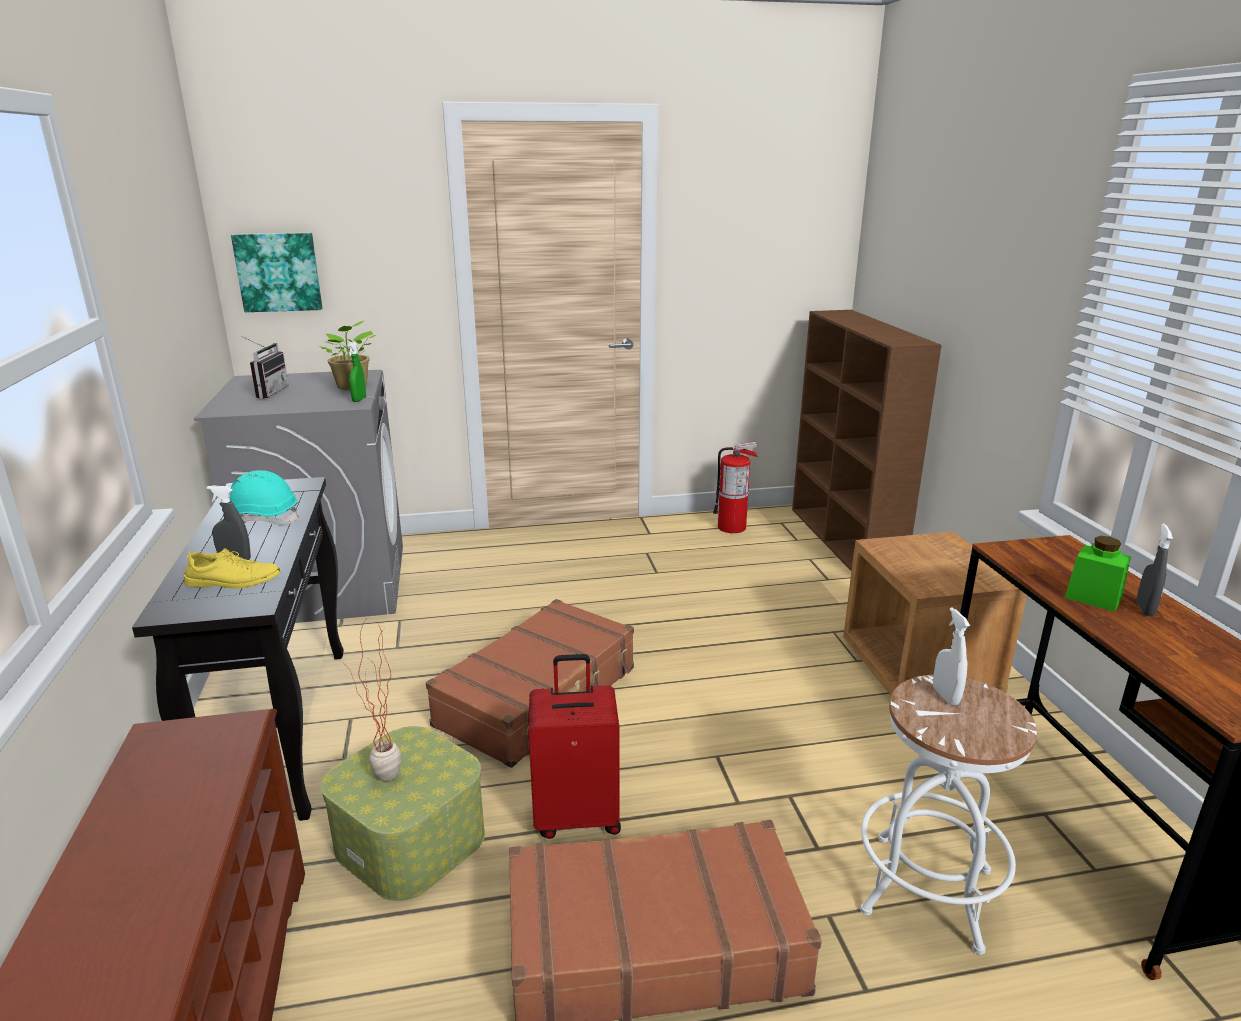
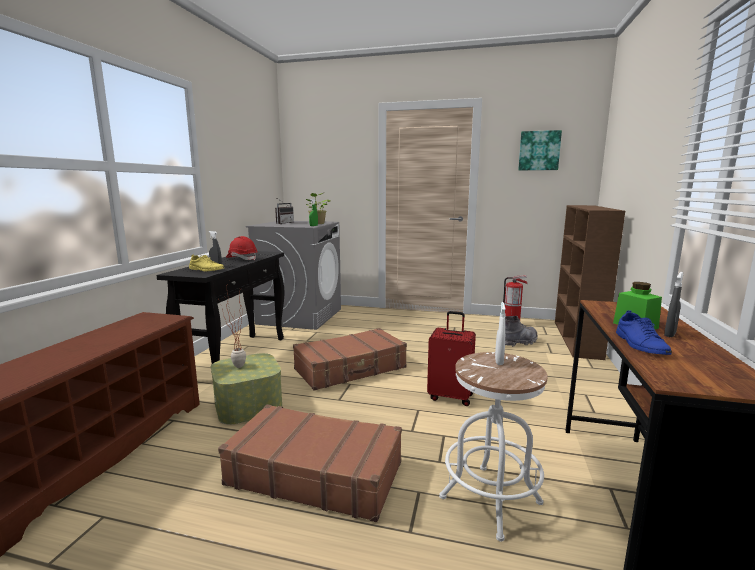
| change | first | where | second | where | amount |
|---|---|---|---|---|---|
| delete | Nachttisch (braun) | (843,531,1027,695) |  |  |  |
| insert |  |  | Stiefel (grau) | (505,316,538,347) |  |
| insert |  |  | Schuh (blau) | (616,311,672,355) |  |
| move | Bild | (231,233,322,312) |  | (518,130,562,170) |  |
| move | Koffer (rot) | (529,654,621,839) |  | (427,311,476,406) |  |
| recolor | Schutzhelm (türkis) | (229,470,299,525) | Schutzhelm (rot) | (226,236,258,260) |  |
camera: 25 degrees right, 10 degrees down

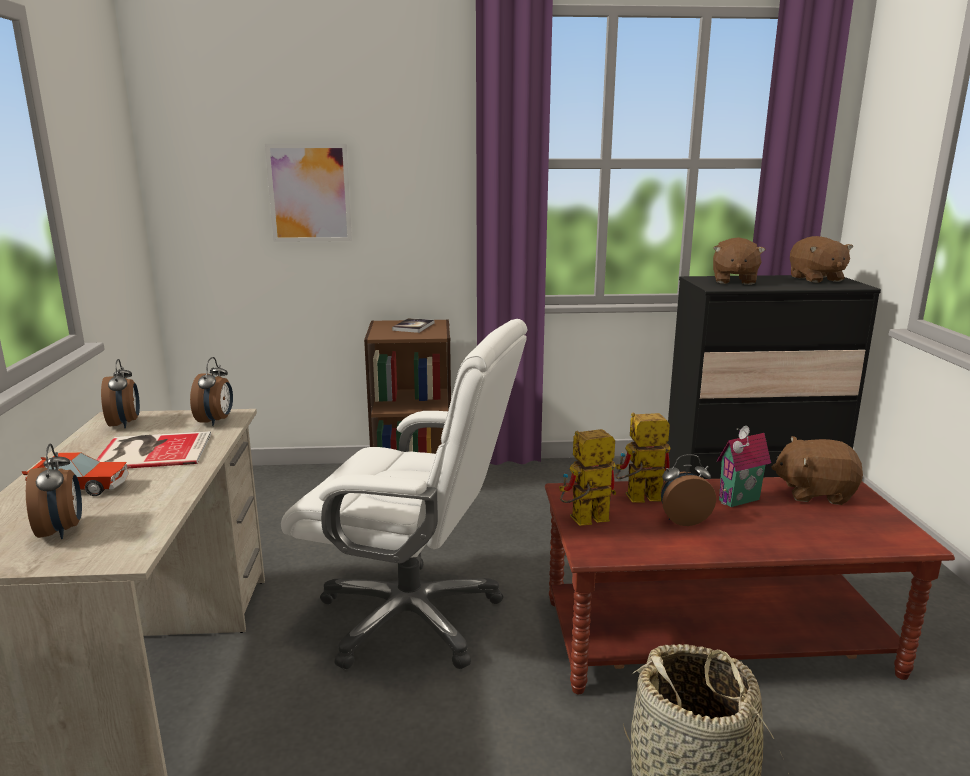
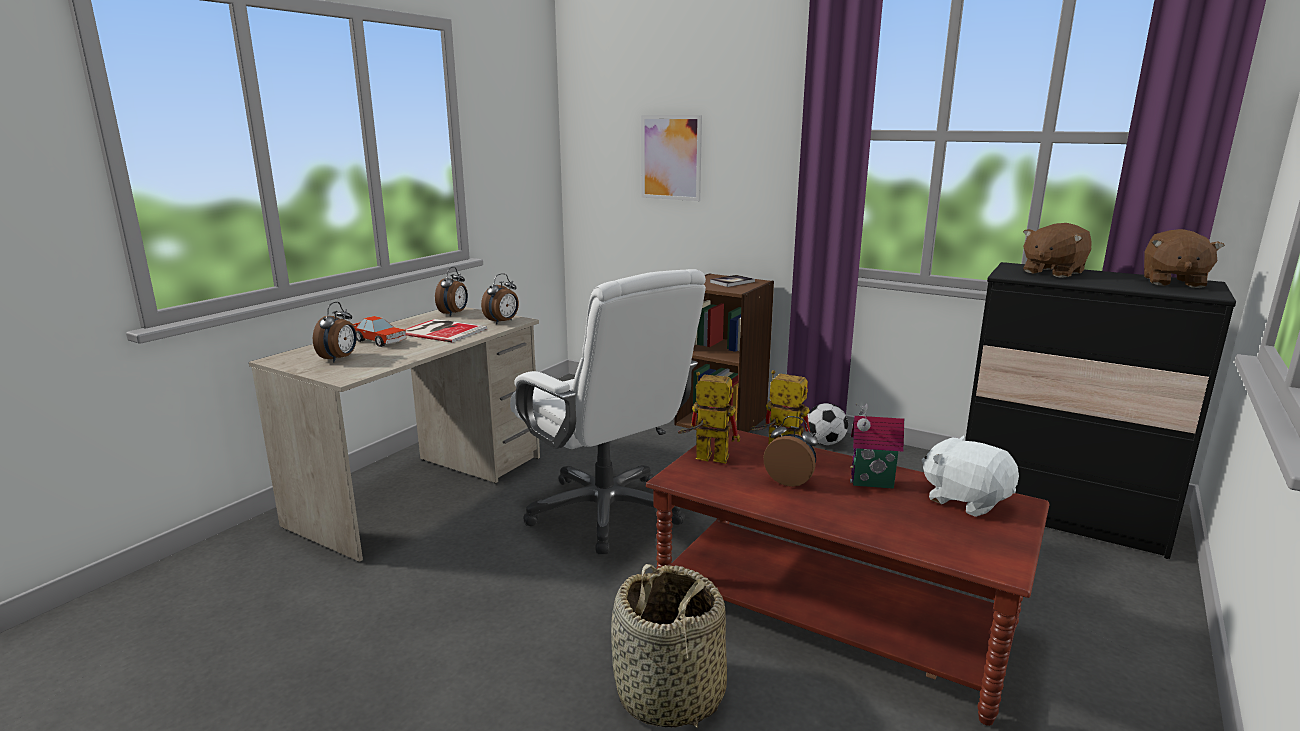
| change | first | where | second | where | amount |
|---|---|---|---|---|---|
| insert |  |  | Fußball | (808,403,848,445) |  |
| recolor | Plüschtier (braun) | (772,436,863,505) | Plüschtier (weiß) | (922,435,1019,517) |  |
camera: 35 degrees right, 0 degrees up

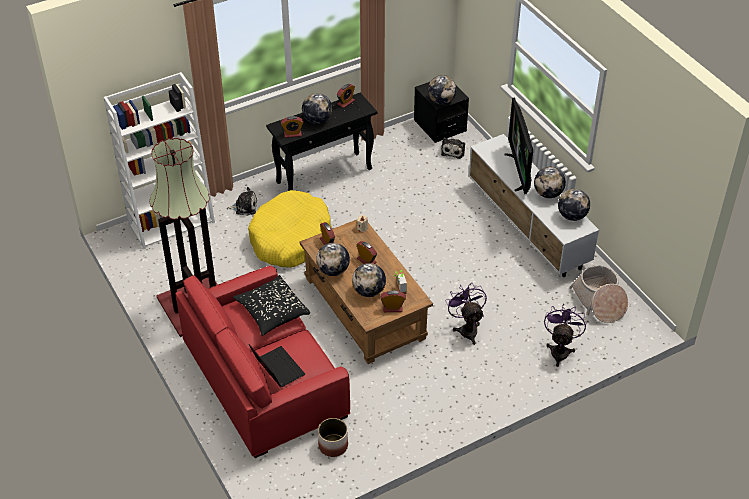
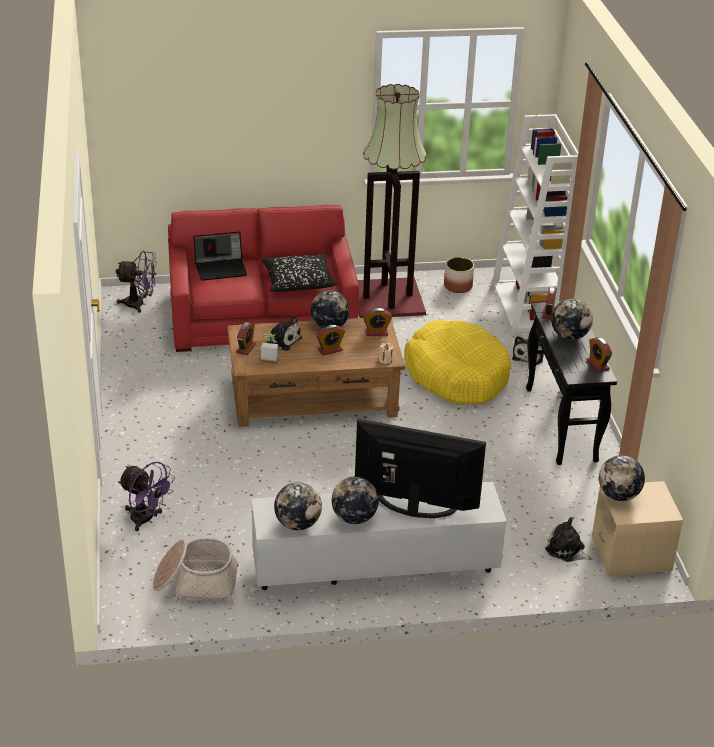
| change | first | where | second | where | amount |
|---|---|---|---|---|---|
| move | Pflanzkübel | (318,418,348,457) |  | (444,257,474,293) |  |
| move | Ventilator (lila) | (445,283,487,345) |  | (116,250,157,313) |  |
| replace | Globus | (352,263,386,297) | Plüschtier | (260,316,302,351) |  |
| recolor | Nachttisch (schwarz) | (414,82,469,143) | Nachttisch (beige) | (592,481,683,577) |  |
camera: 110 degrees right, 10 degrees down

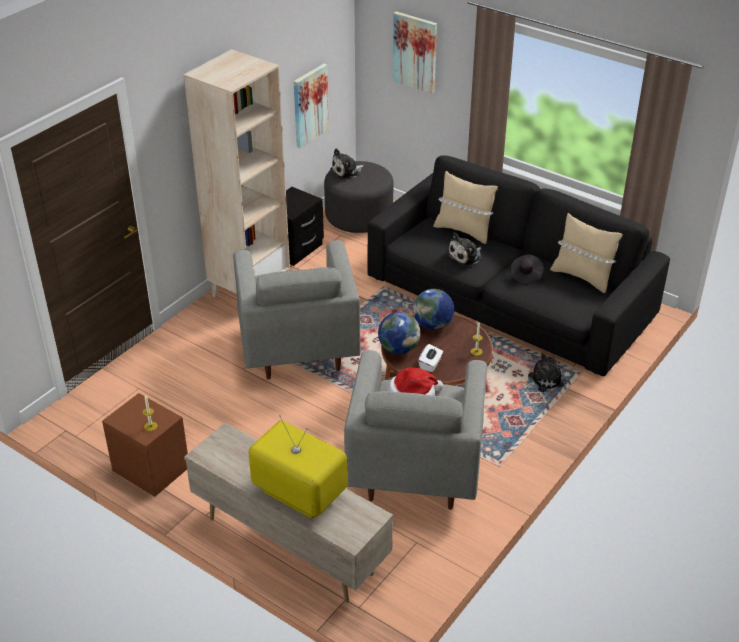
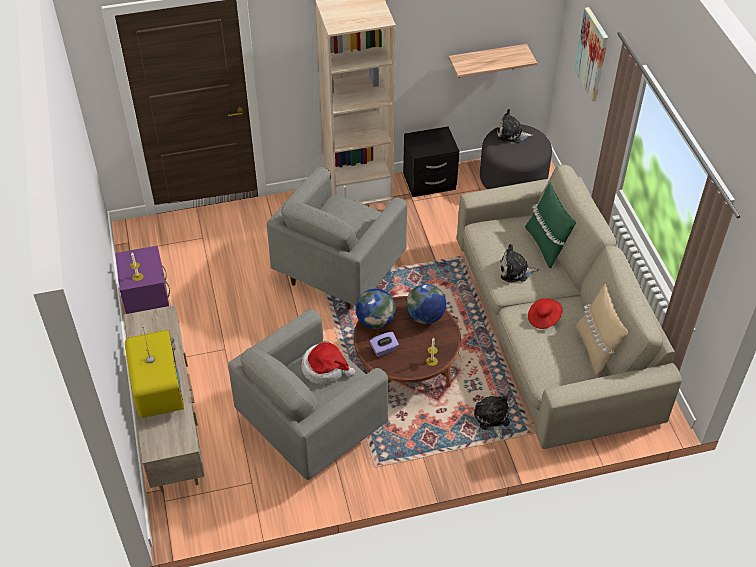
| change | first | where | second | where | amount |
|---|---|---|---|---|---|
| replace | Bild | (293,64,329,148) | Wandregal | (449,44,537,78) |  |
| recolor | Nachttisch (braun) | (102,393,188,497) | Nachttisch (lila) | (115,246,170,314) |  |
| recolor | Sofa (schwarz) | (368,155,670,376) | Sofa (beige) | (457,165,682,449) |  |
| recolor | Taschentuchbox (weiß) | (418,344,443,372) | Taschentuchbox (lila) | (370,332,399,357) |  |
| recolor | Kissen (beige) | (433,171,498,244) | Kissen (grün) | (525,183,576,269) |  |
| recolor | Hut (schwarz) | (510,255,544,284) | Hut (rot) | (528,298,563,329) |  |
| rotate | Plüschtier | (523,353,564,392) |  | (474,396,510,438) | 120 degrees counterclockwise |
camera: 40 degrees right, 10 degrees up

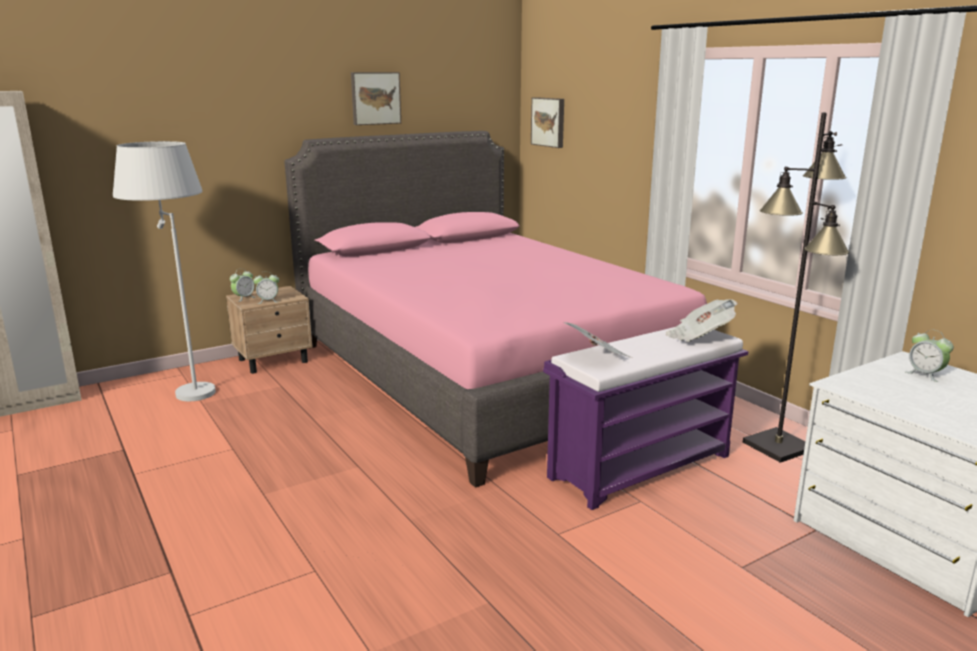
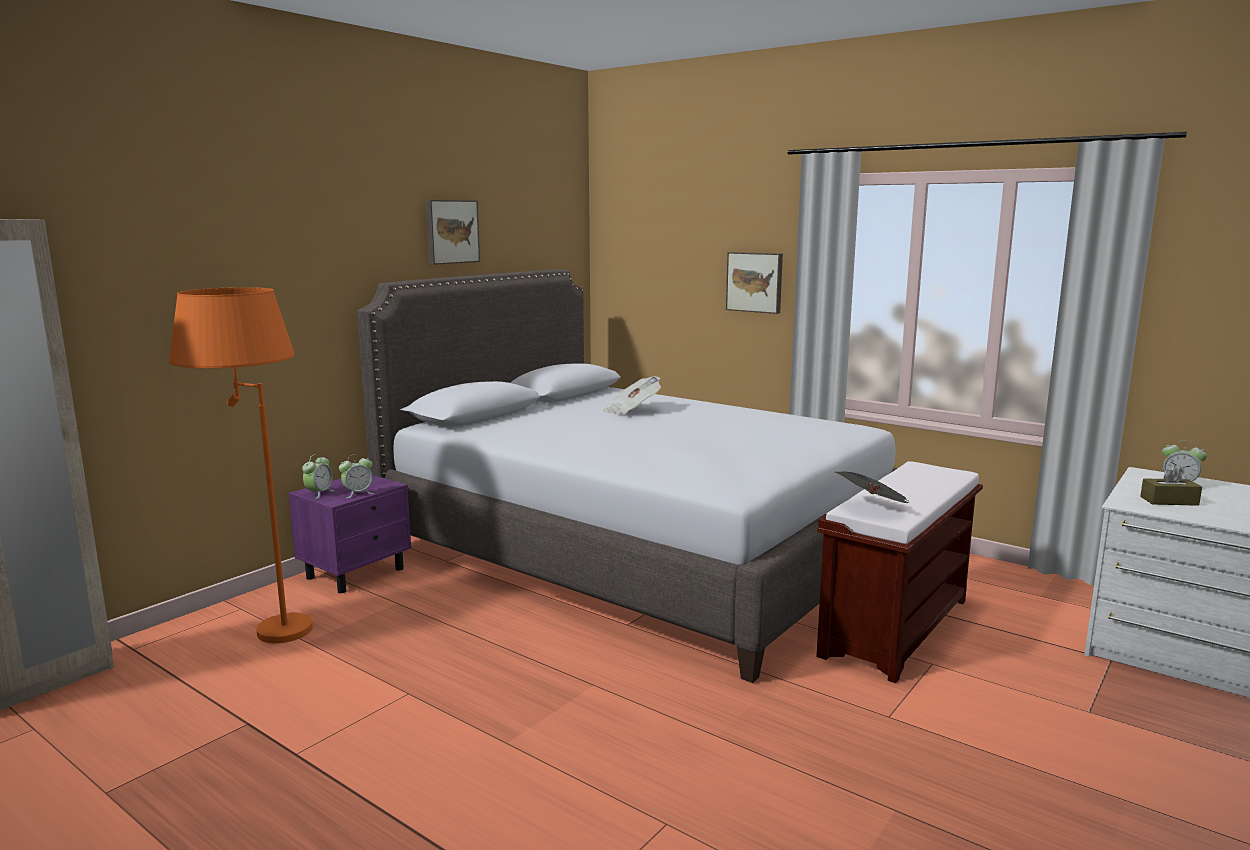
| change | first | where | second | where | amount |
|---|---|---|---|---|---|
| delete | Stehlampe (schwarz) | (743,112,849,463) |  |  |  |
| insert |  |  | Taschentuchbox (braun) | (1140,465,1202,506) |  |
| move | Bild | (531,97,564,148) |  | (726,252,783,314) |  |
| move | Zeitung | (666,299,738,342) |  | (604,376,661,414) |  |
| recolor | Stehlampe (weiß) | (113,141,216,401) | Stehlampe (orange) | (169,287,313,643) |  |
| recolor | Nachttisch (beige) | (226,286,313,374) | Nachttisch (lila) | (288,475,411,593) |  |
| recolor | Bett (rosa) | (284,131,720,488) | Bett (grau) | (357,269,897,683) |  |
| recolor | Bank (lila) | (543,327,748,510) | Bank (braun) | (816,461,983,683) |  |
camera: 20 degrees left, 5 degrees down

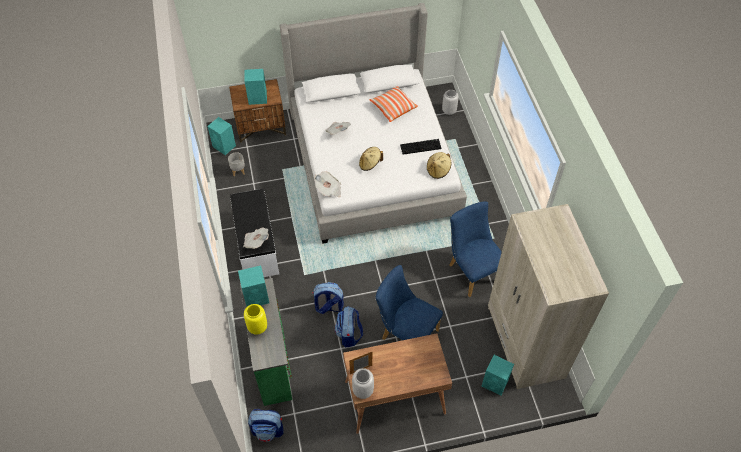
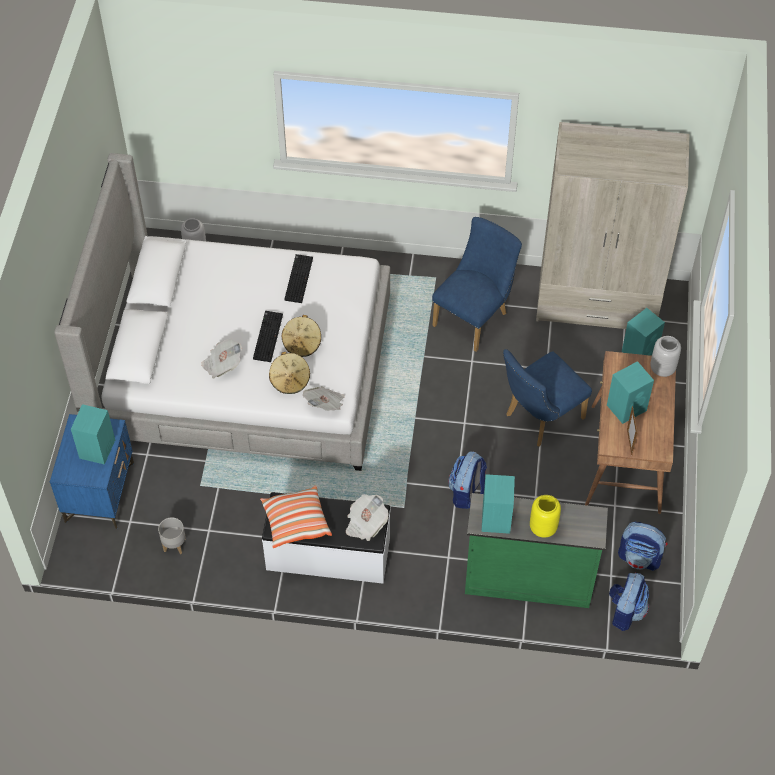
| change | first | where | second | where | amount |
|---|---|---|---|---|---|
| insert |  |  | Tastatur | (253,311,283,362) |  |
| move | Lautsprecher (türkis) | (207,117,236,155) |  | (607,361,654,424) |  |
| move | Rucksack | (335,306,363,347) |  | (618,521,668,571) |  |
| move | Vase (grau) | (352,368,374,399) |  | (651,336,681,377) |  |
| move | Kissen | (370,86,418,122) |  | (260,486,332,548) |  |
| move | Hut (beige) | (427,152,452,179) |  | (269,352,310,394) |  |
| recolor | Nachttisch (braun) | (229,79,286,143) | Nachttisch (blau) | (50,414,134,529) |  |
| rotate | Stuhl (blau) | (449,201,502,297) |  | (432,217,522,352) | 135 degrees clockwise |
camera: 70 degrees left, 0 degrees up

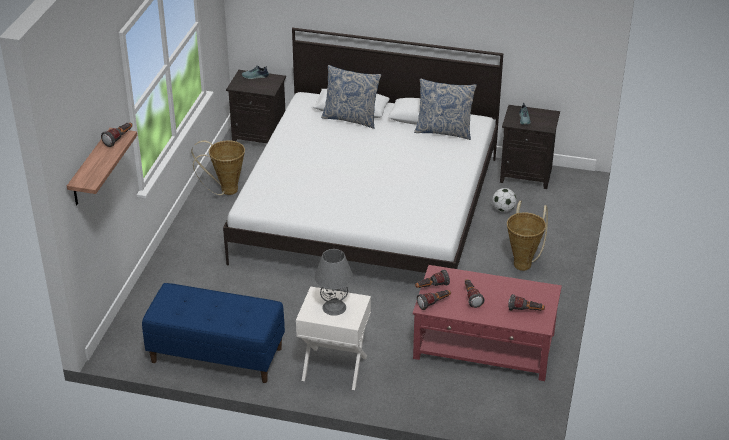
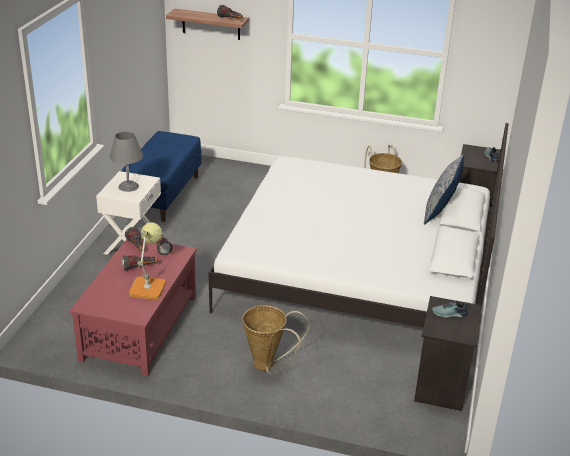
| change | first | where | second | where | amount |
|---|---|---|---|---|---|
| delete | Kissen | (414,79,477,140) |  |  |  |
| delete | Fußball | (492,188,517,212) |  |  |  |
| delete | Taschenlampe | (508,294,545,311) |  |  |  |
| insert |  |  | Tischlampe | (129,222,166,300) |  |
camera: 90 degrees right, 5 degrees down

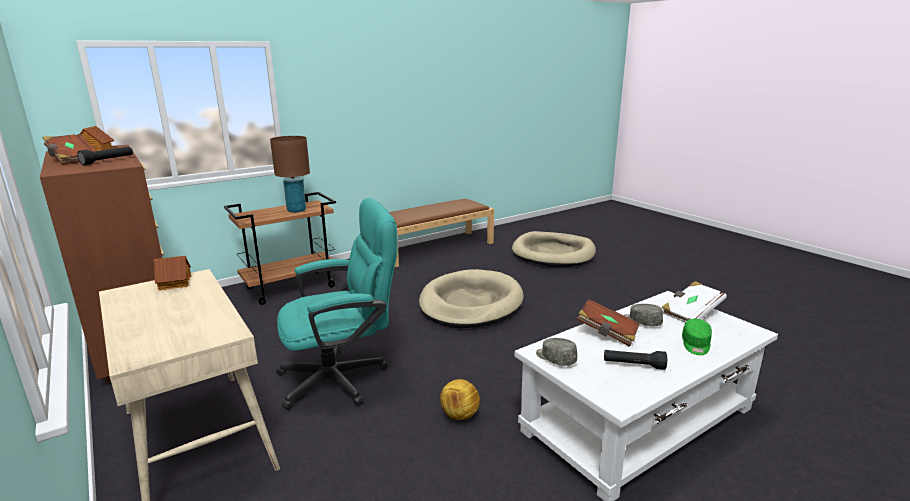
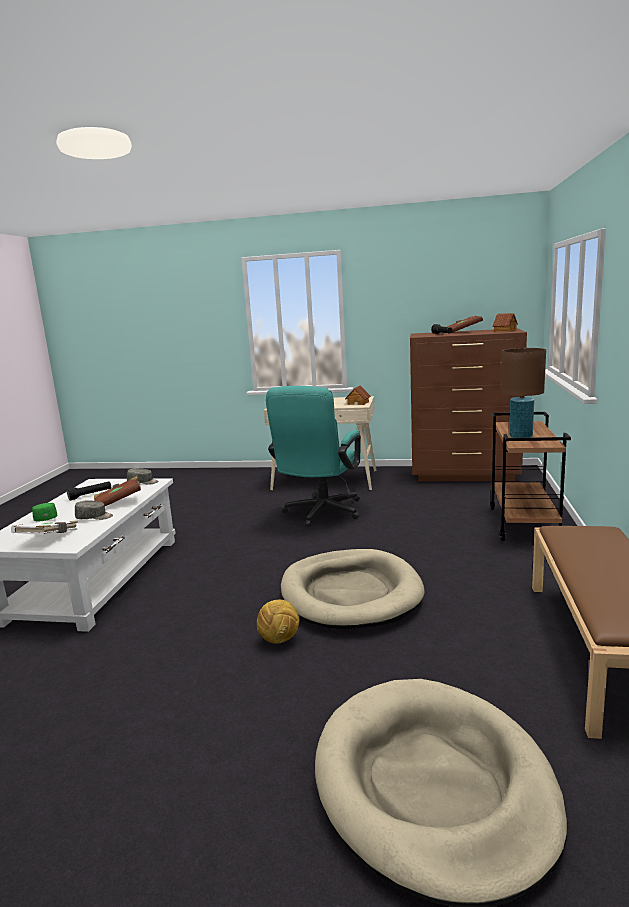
| change | first | where | second | where | amount |
|---|---|---|---|---|---|
| move | Fußball | (440,379,480,420) |  | (257,600,300,644) |  |
camera: 135 degrees right, 5 degrees down

